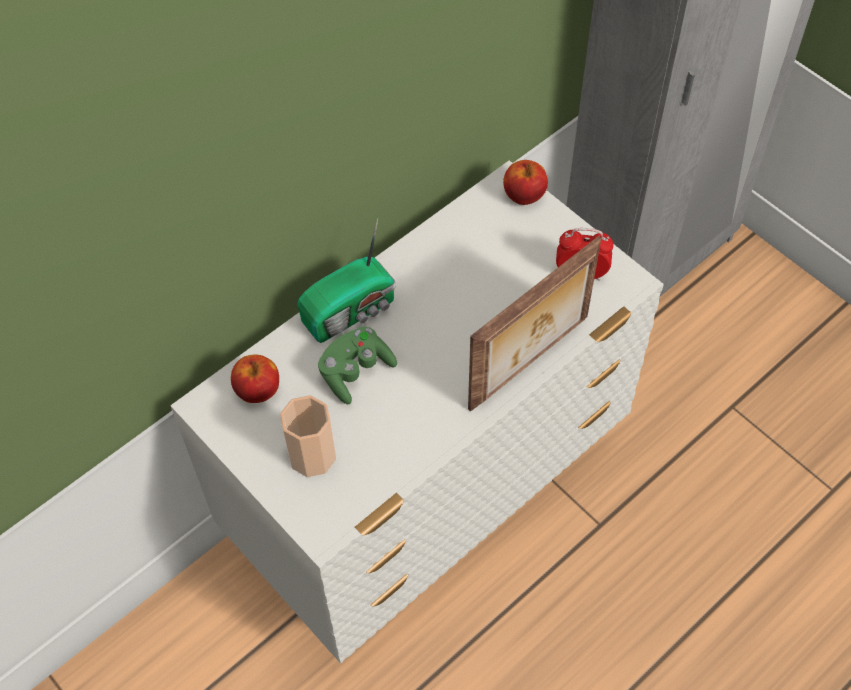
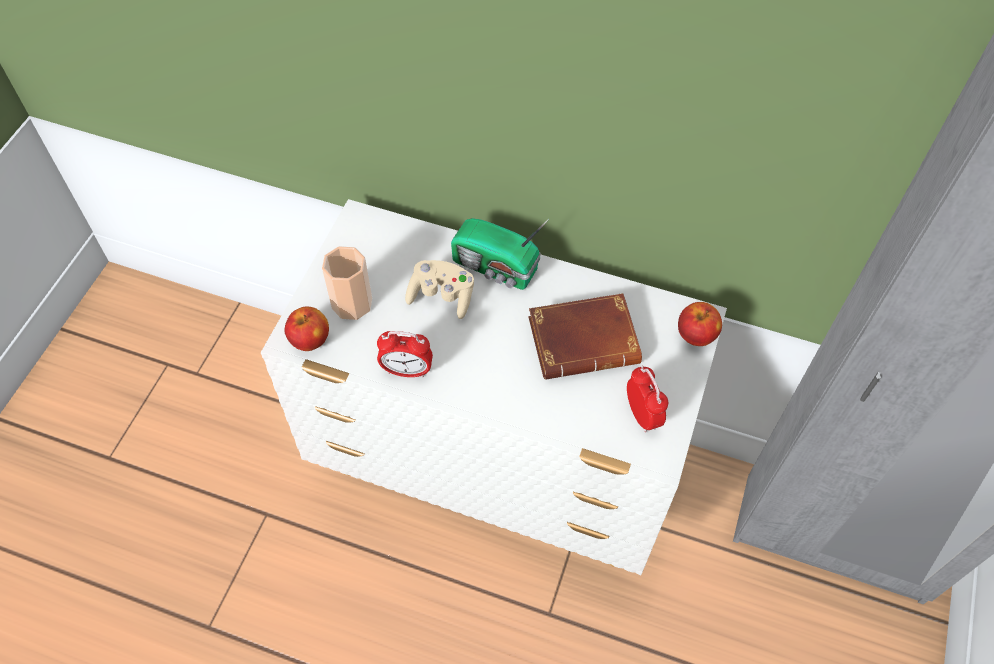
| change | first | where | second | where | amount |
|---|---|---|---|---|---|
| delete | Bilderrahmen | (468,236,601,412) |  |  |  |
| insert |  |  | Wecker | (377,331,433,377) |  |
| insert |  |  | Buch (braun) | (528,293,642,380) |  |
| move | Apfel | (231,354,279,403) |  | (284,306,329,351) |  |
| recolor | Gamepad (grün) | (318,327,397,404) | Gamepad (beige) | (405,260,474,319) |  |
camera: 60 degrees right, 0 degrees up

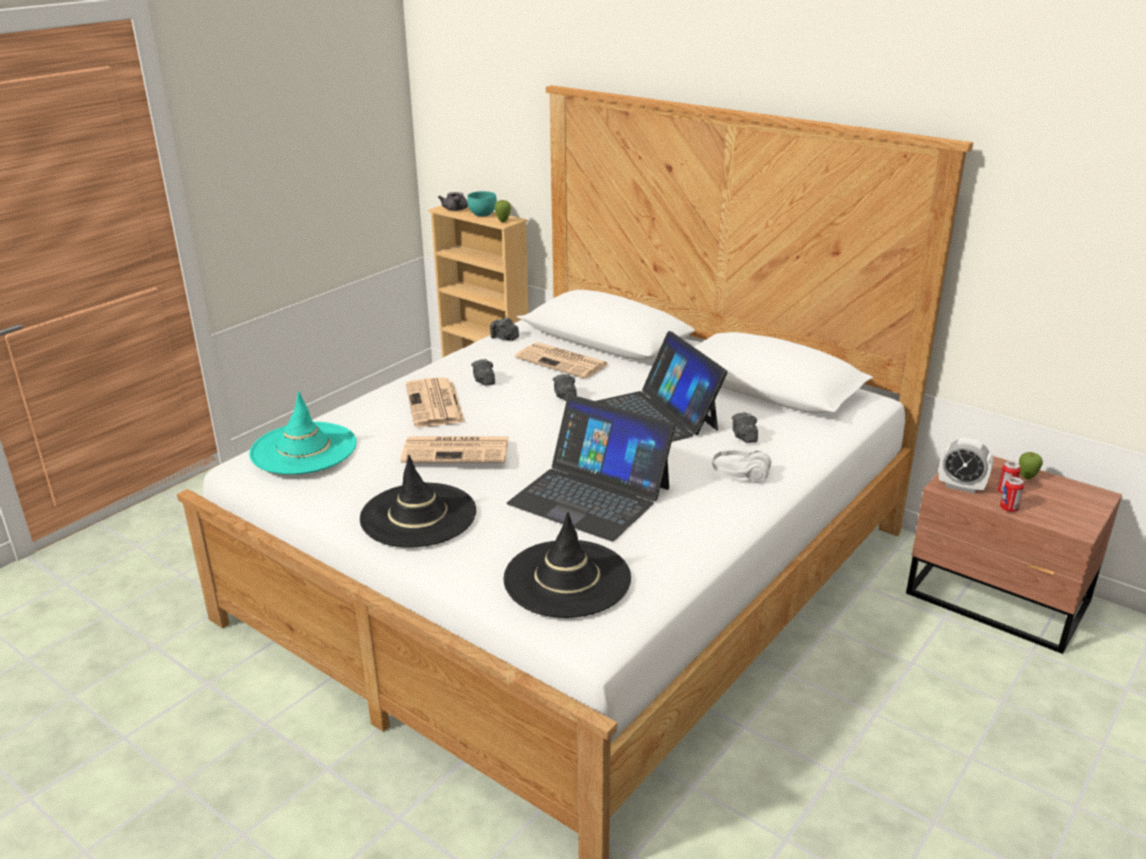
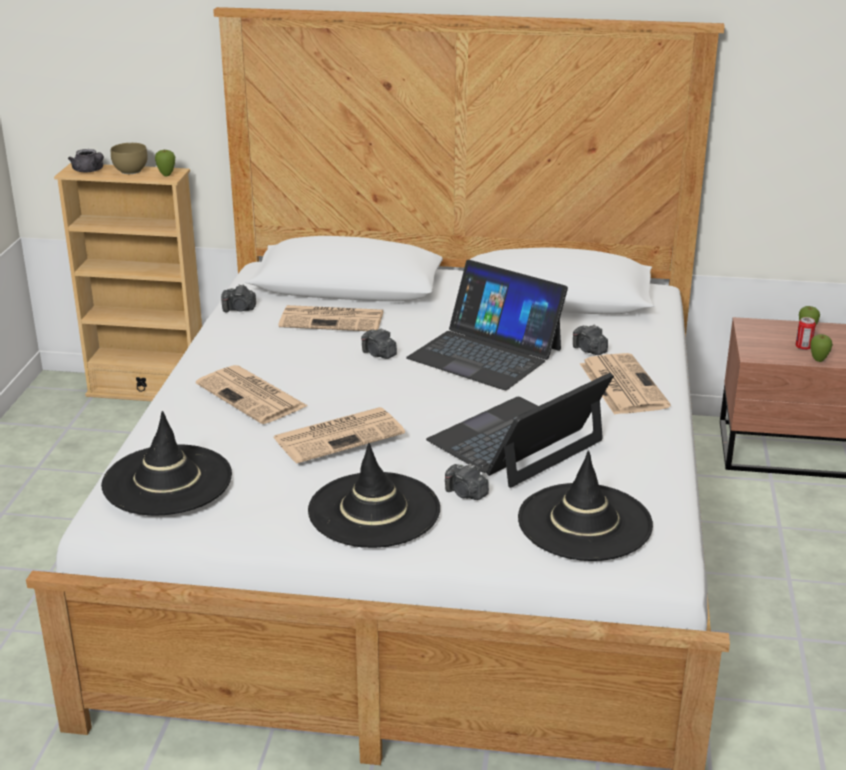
| change | first | where | second | where | amount |
|---|---|---|---|---|---|
| delete | Wecker | (939,437,993,494) |  |  |  |
| move | Kamera | (471,359,495,386) |  | (445,463,489,500) |  |
| replace | Kopfhörer (weiß) | (712,449,771,482) | Zeitung | (580,353,671,415) |  |
| replace | Dose | (1000,477,1024,512) | Apfel | (810,334,833,362) |  |
| recolor | Hut (türkis) | (249,391,357,475) | Hut (schwarz) | (101,411,232,515) |  |
| recolor | Schüssel (türkis) | (467,191,497,217) | Schüssel (braun) | (111,143,148,174) |  |
| rotate | Laptop | (507,395,675,541) |  | (426,373,614,488) | 135 degrees clockwise |
camera: 30 degrees left, 0 degrees up

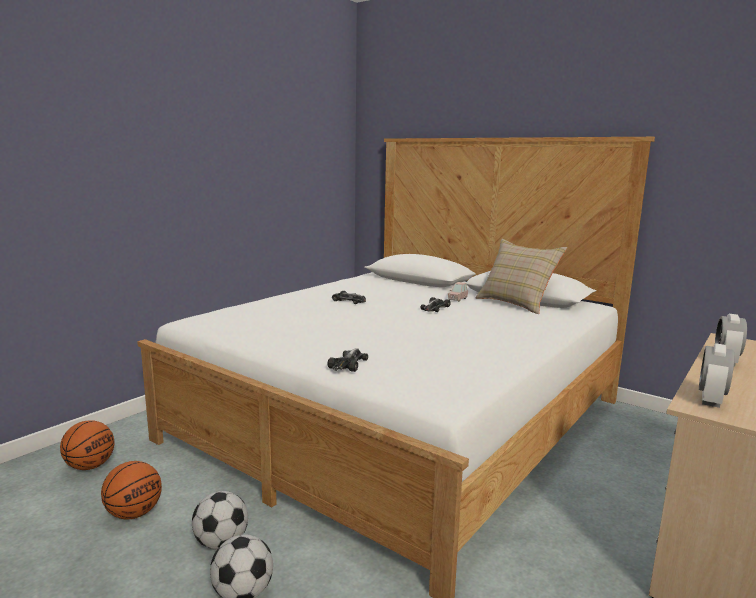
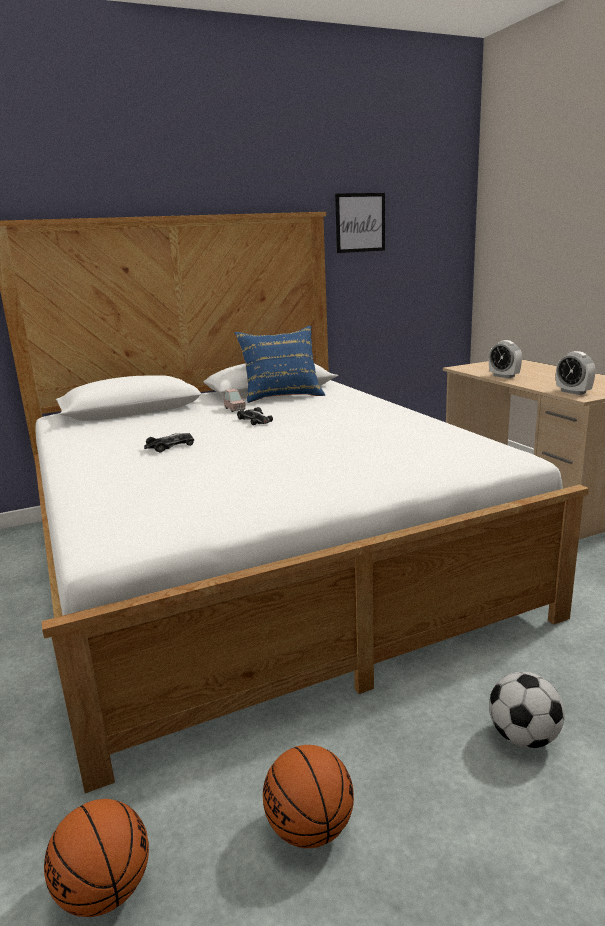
| change | first | where | second | where | amount |
|---|---|---|---|---|---|
| delete | Fußball | (192,491,248,550) |  |  |  |
| delete | Spielzeugauto | (328,348,368,372) |  |  |  |
| insert |  |  | Bild | (335,193,385,253) |  |
| recolor | Kissen (beige) | (476,239,567,314) | Kissen (blau) | (235,326,325,403) |  |
camera: 60 degrees left, 5 degrees up

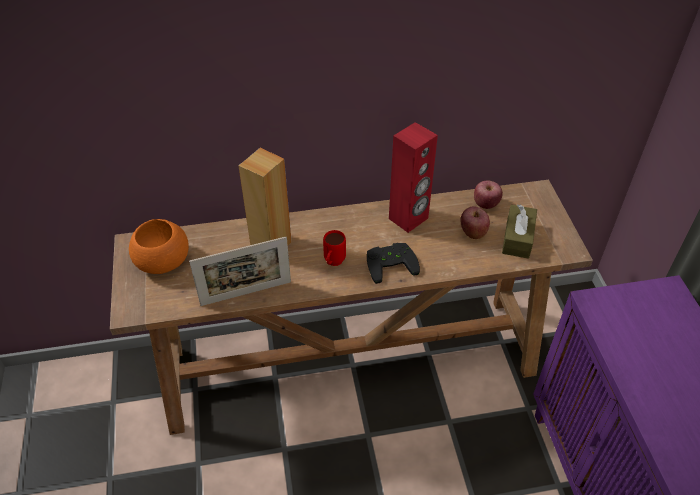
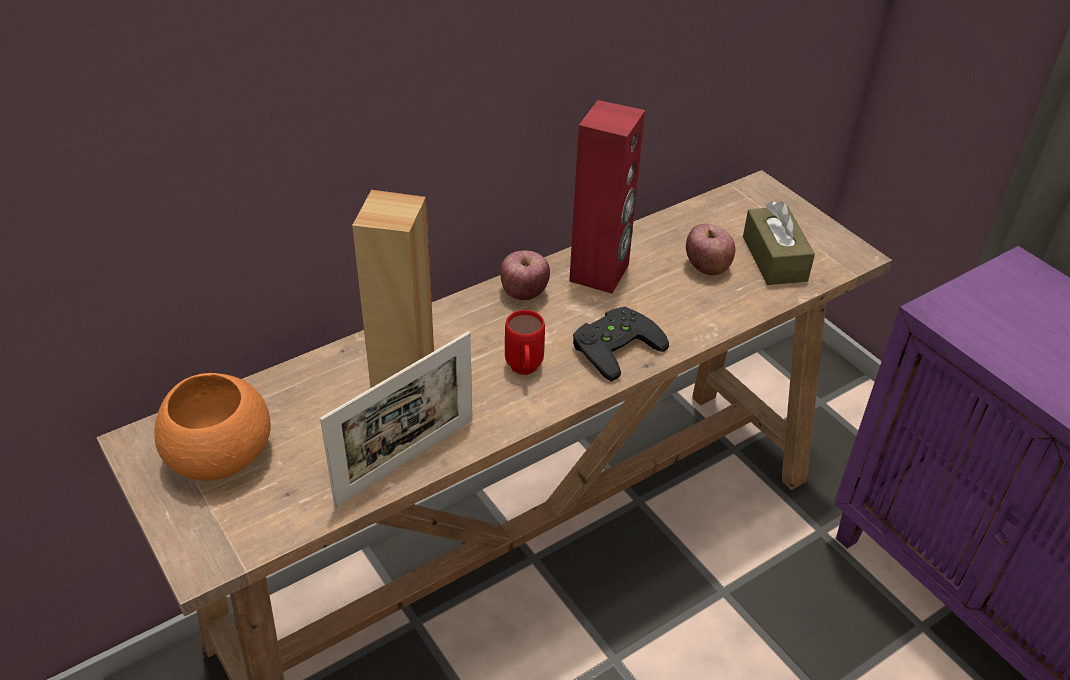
| change | first | where | second | where | amount |
|---|---|---|---|---|---|
| move | Apfel | (474,180,503,209) |  | (500,251,550,300) |  |
camera: 25 degrees left, 5 degrees down

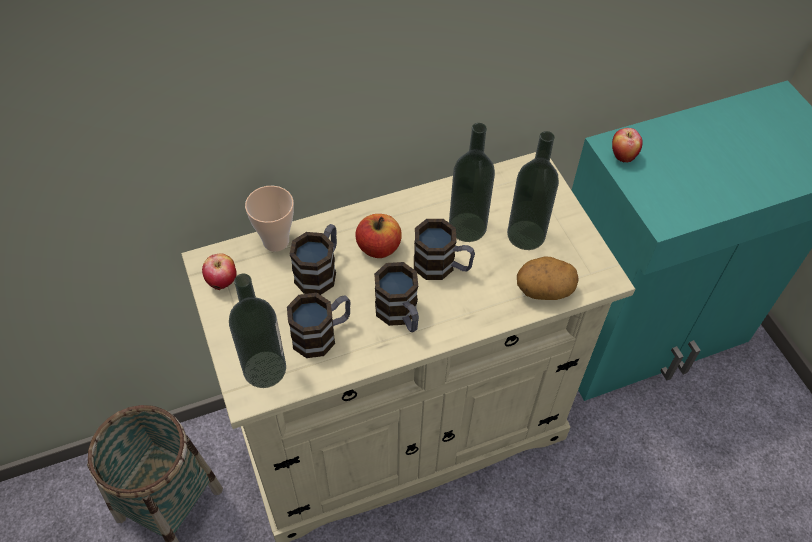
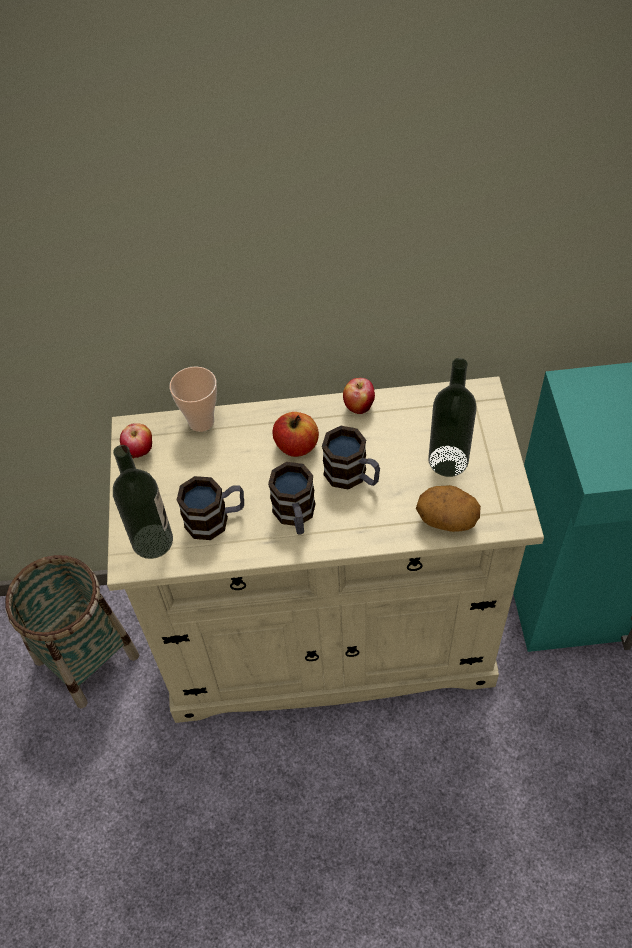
| change | first | where | second | where | amount |
|---|---|---|---|---|---|
| delete | Henkelbecher | (290,224,337,295) |  |  |  |
| delete | Flasche | (449,123,495,242) |  |  |  |
| move | Apfel | (612,128,643,163) |  | (343,378,375,414) |  |
camera: 20 degrees right, 0 degrees up

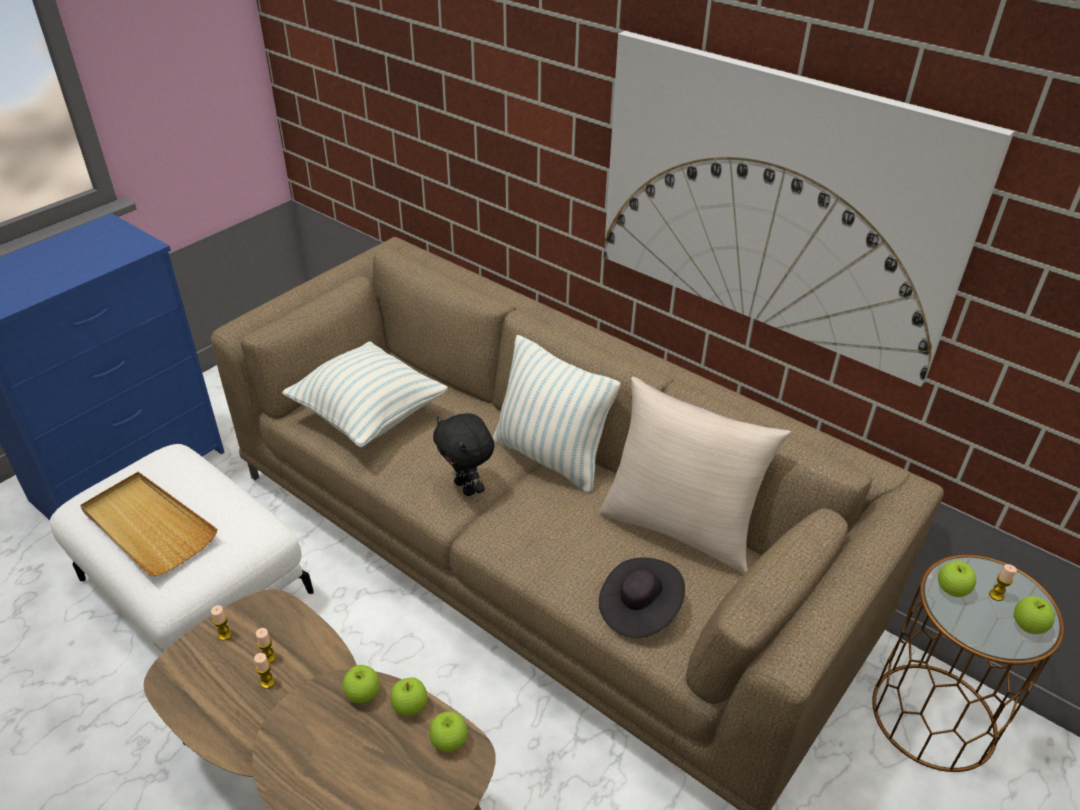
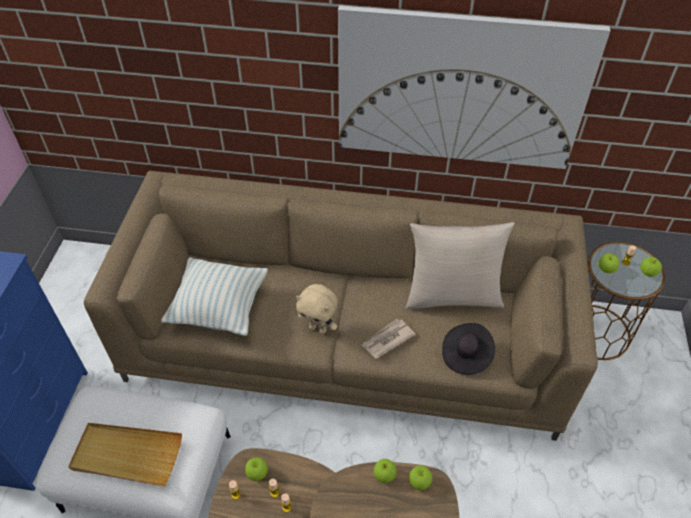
| change | first | where | second | where | amount |
|---|---|---|---|---|---|
| delete | Kissen | (493,335,621,493) |  |  |  |
| insert |  |  | Zeitung | (362,319,415,359) |  |
| move | Apfel | (342,665,380,703) |  | (245,457,268,481) |  |
| recolor | Plüschtier (schwarz) | (433,413,495,496) | Plüschtier (beige) | (296,284,337,334) |  |
camera: 30 degrees left, 10 degrees up

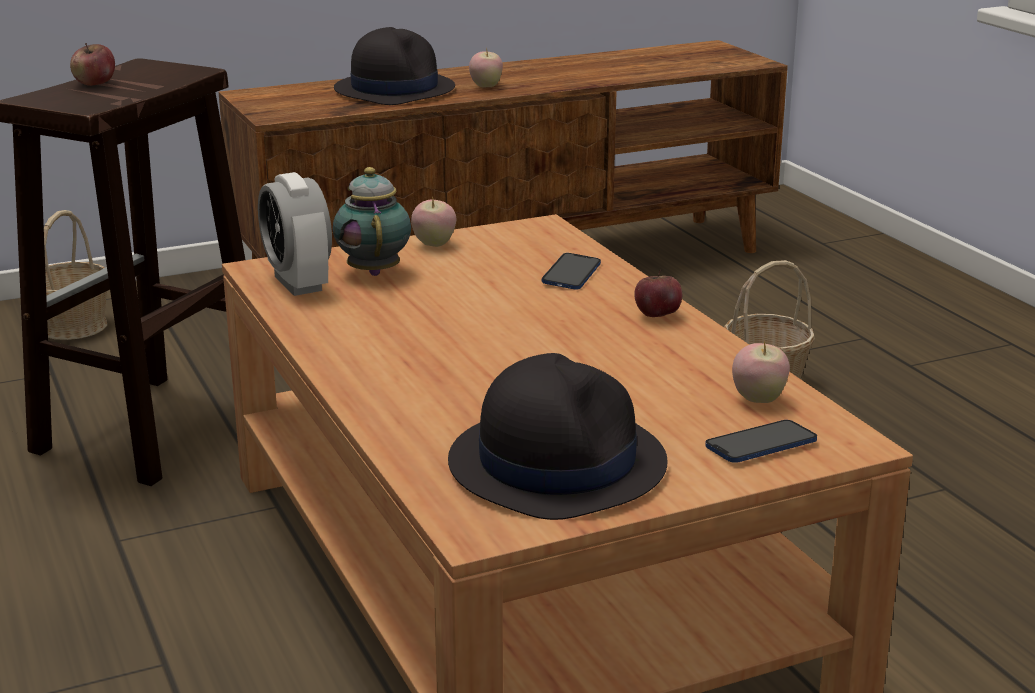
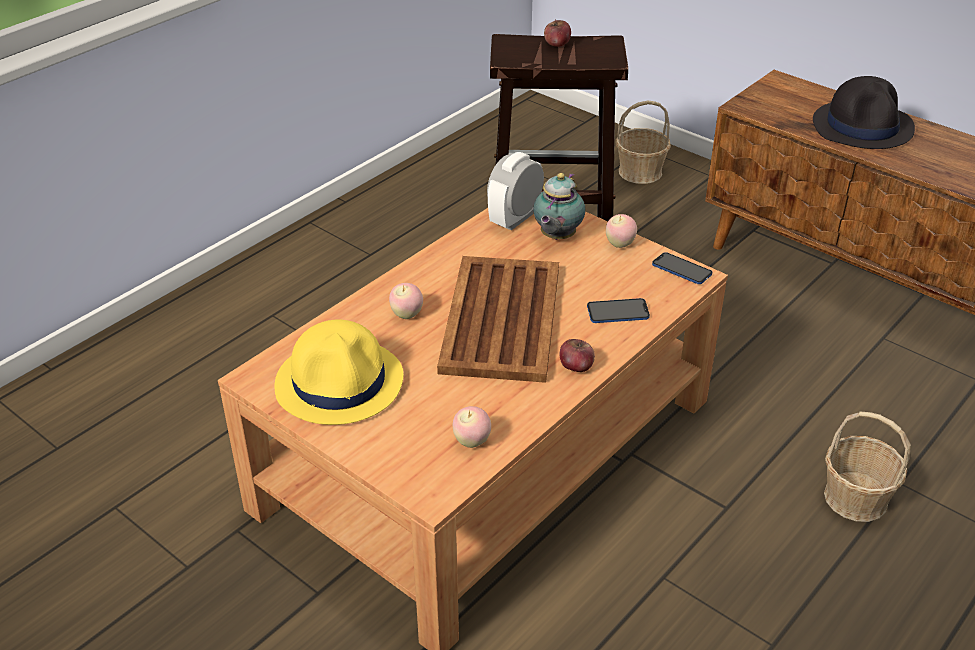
| change | first | where | second | where | amount |
|---|---|---|---|---|---|
| insert |  |  | Tablett (braun) | (437,256,559,383) |  |
| move | Apfel | (469,48,503,88) |  | (389,283,423,319) |  |
| move | Handy | (706,420,817,463) |  | (652,252,712,284) |  |
| recolor | Hut (schwarz) | (448,353,668,520) | Hut (gelb) | (275,320,404,425) |  |
| rotate | Teekanne | (333,167,411,276) |  | (533,173,586,240) | 150 degrees clockwise |
camera: 65 degrees right, 15 degrees up

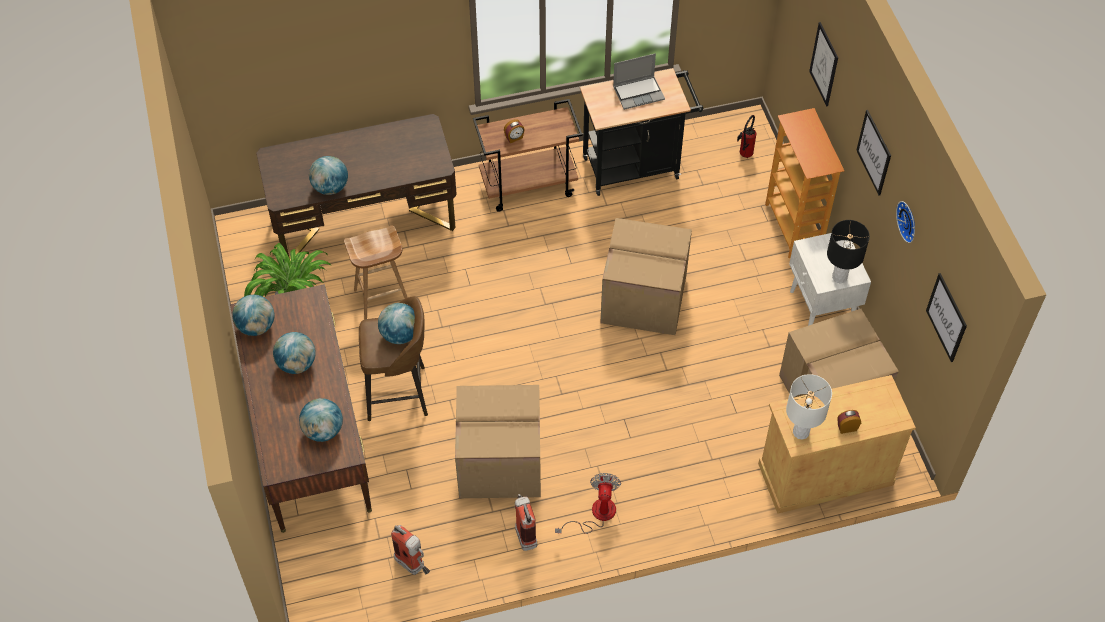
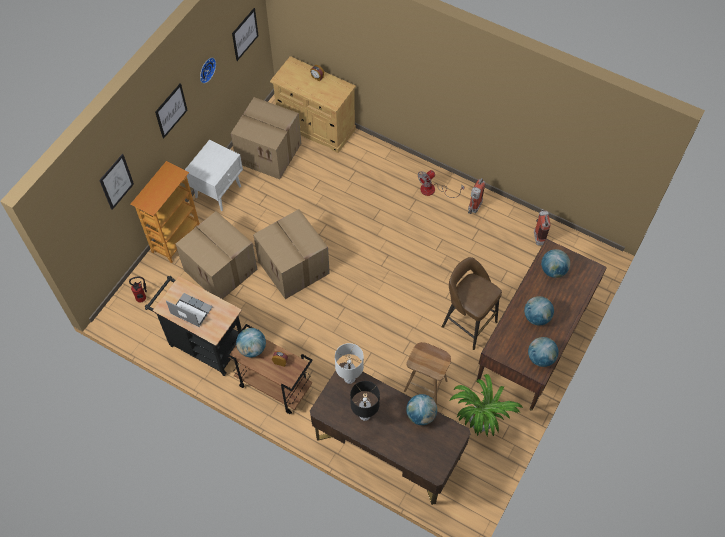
| change | first | where | second | where | amount |
|---|---|---|---|---|---|
| move | Globus | (378,303,415,344) |  | (236,328,266,357) |  |
| move | Karton | (455,385,541,498) |  | (176,211,257,299) |  |
| move | Tischlampe (weiß) | (786,374,832,440) |  | (335,343,364,384) |  |
| move | Tischlampe (schwarz) | (827,220,870,284) |  | (350,381,380,421) |  |
camera: 135 degrees left, 5 degrees up

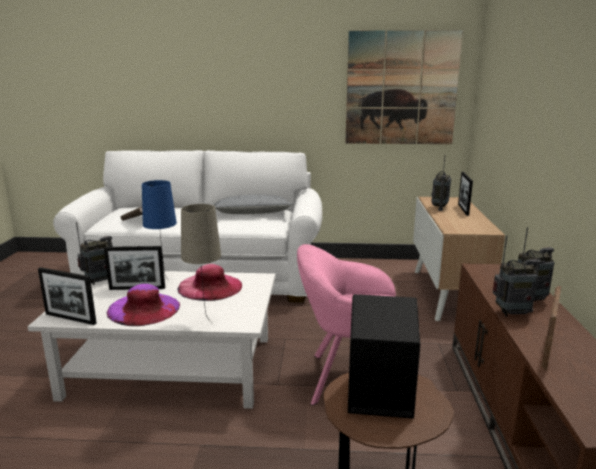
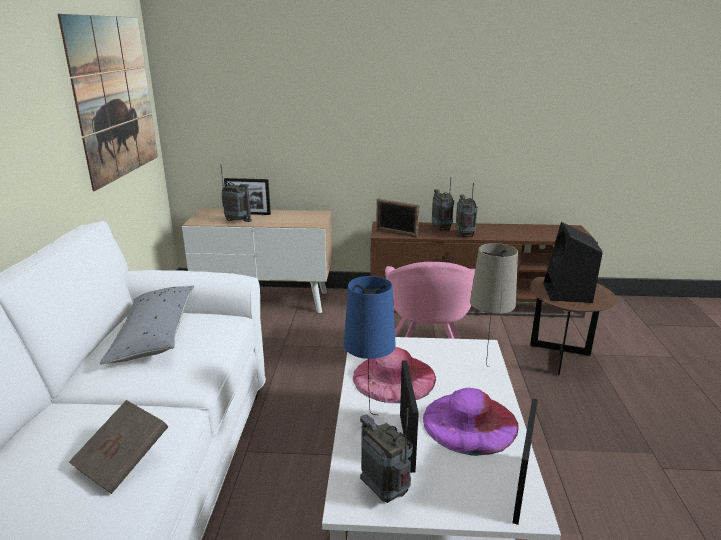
| change | first | where | second | where | amount |
|---|---|---|---|---|---|
| move | Bilderrahmen | (542,286,561,370) |  | (376,199,419,237) |  |
camera: 90 degrees left, 5 degrees up

